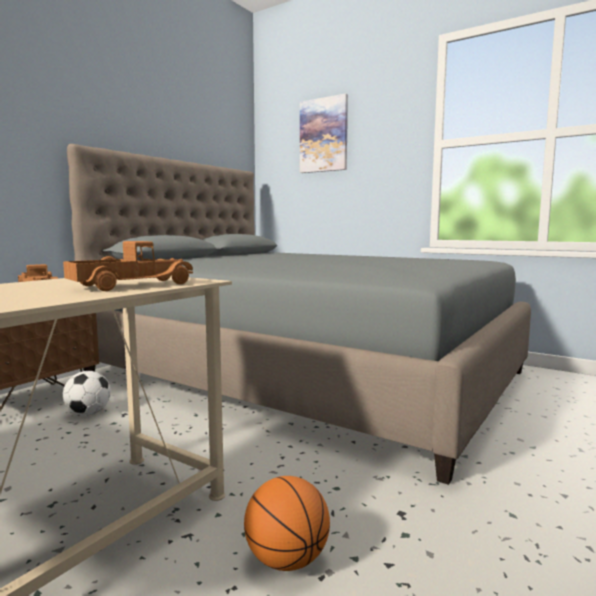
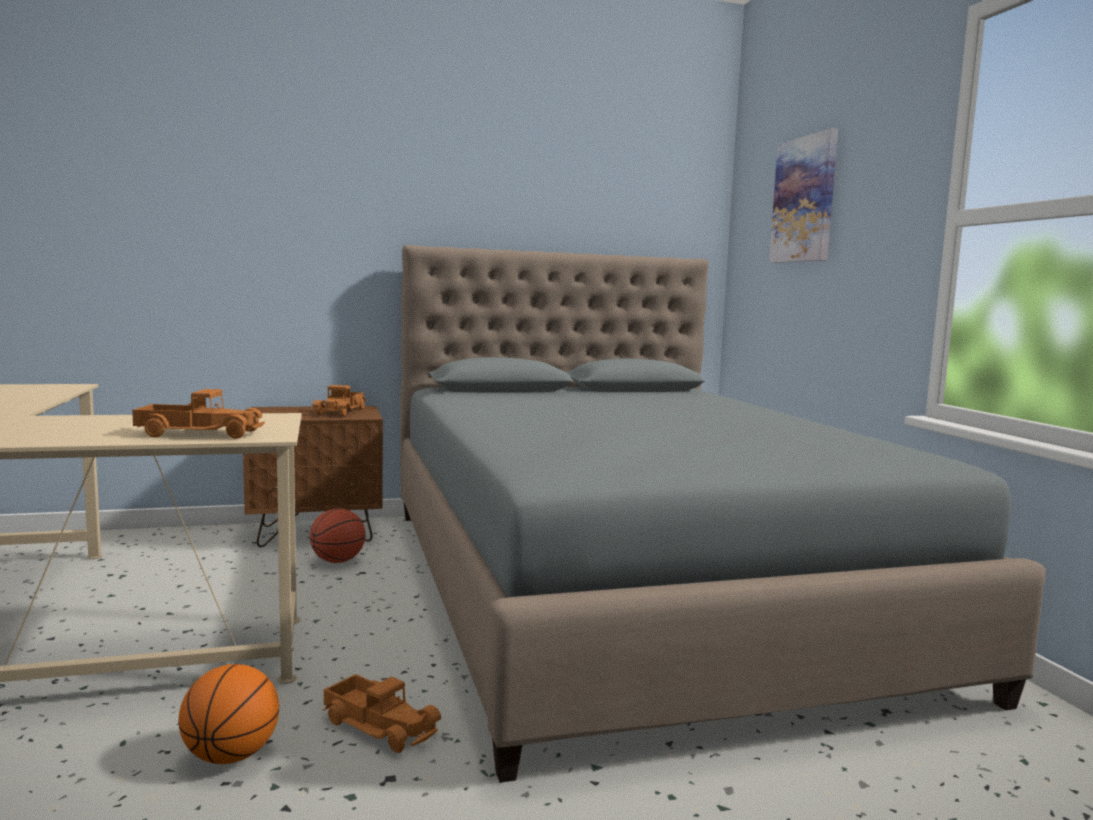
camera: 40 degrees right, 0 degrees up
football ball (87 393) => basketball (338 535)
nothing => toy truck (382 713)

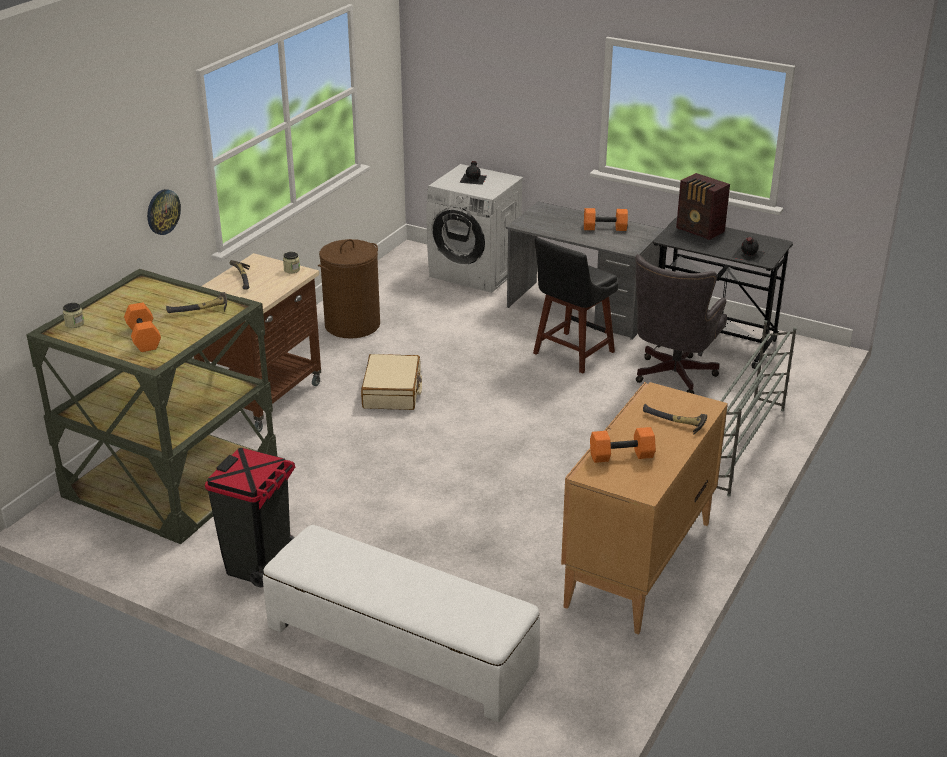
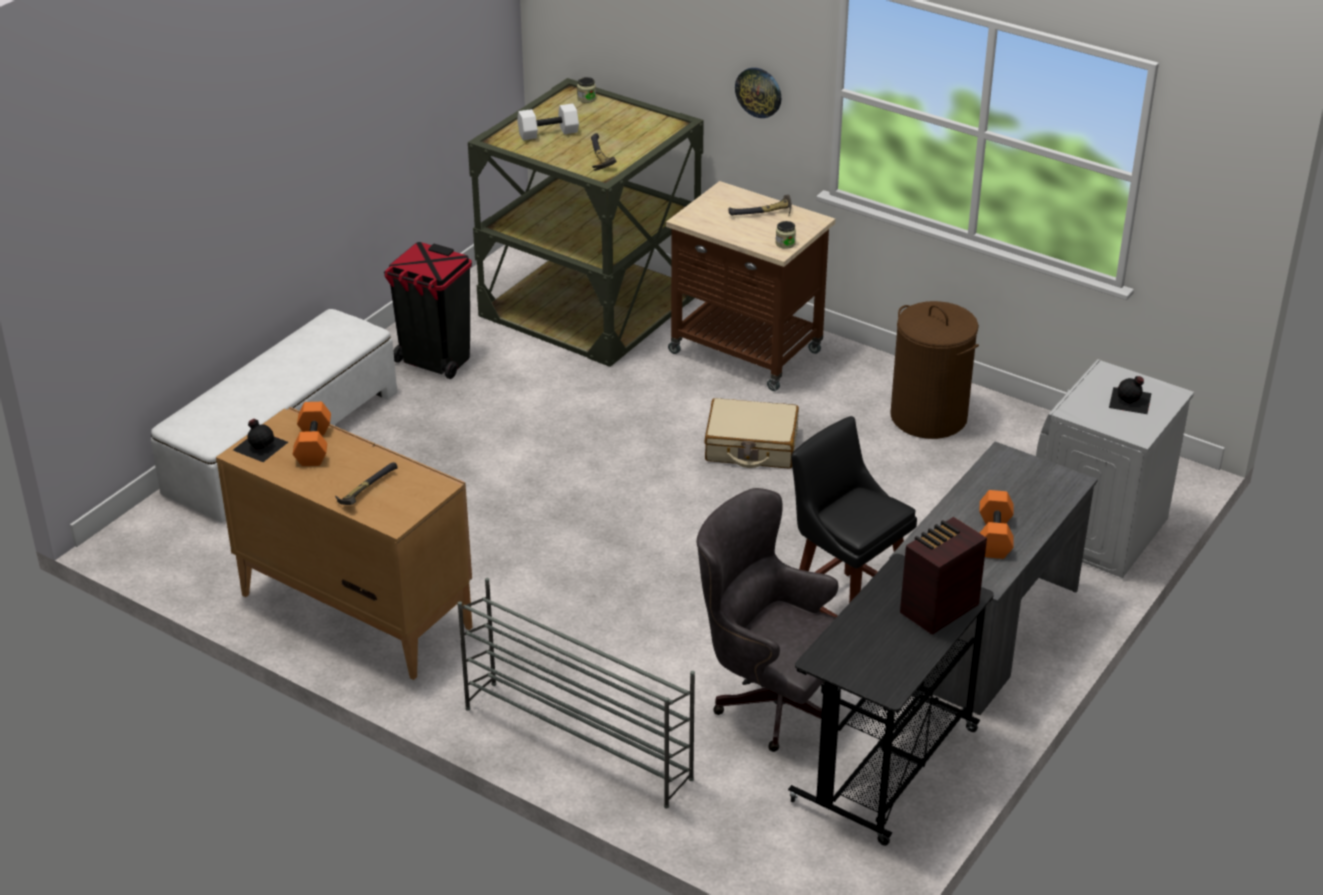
camera: 95 degrees right, 5 degrees up
hand weight (orange-coloured) (142 327) => hand weight (whitish) (548 122)
drink bottle (black) (748 250) => drink bottle (black) (260 440), move

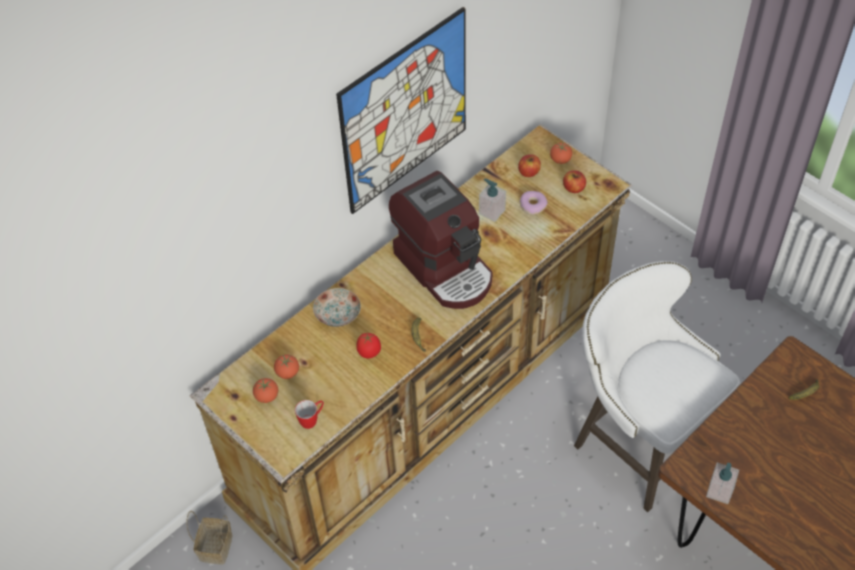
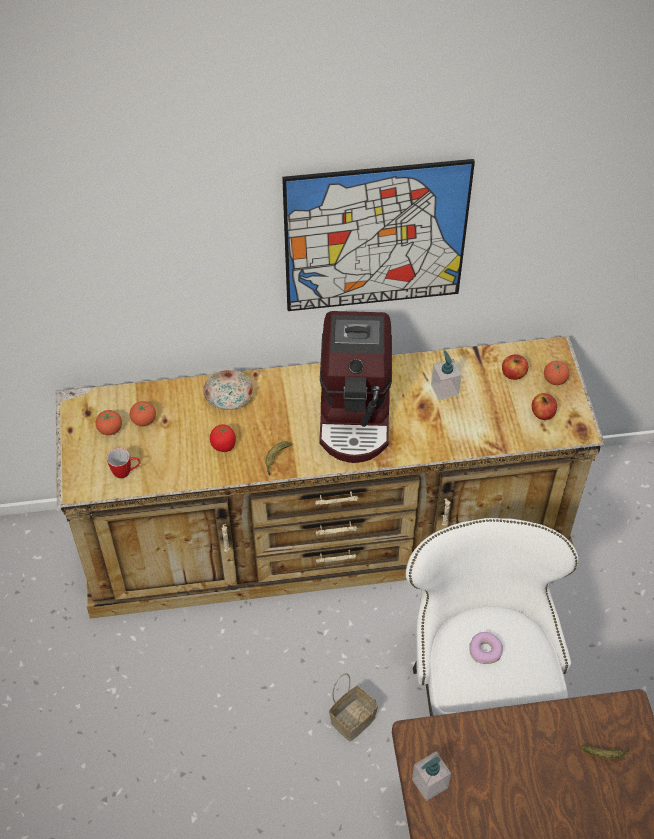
camera: 35 degrees right, 0 degrees up
storage basket (210 537) => storage basket (353 707), move
donut (534 203) => donut (486 648), move

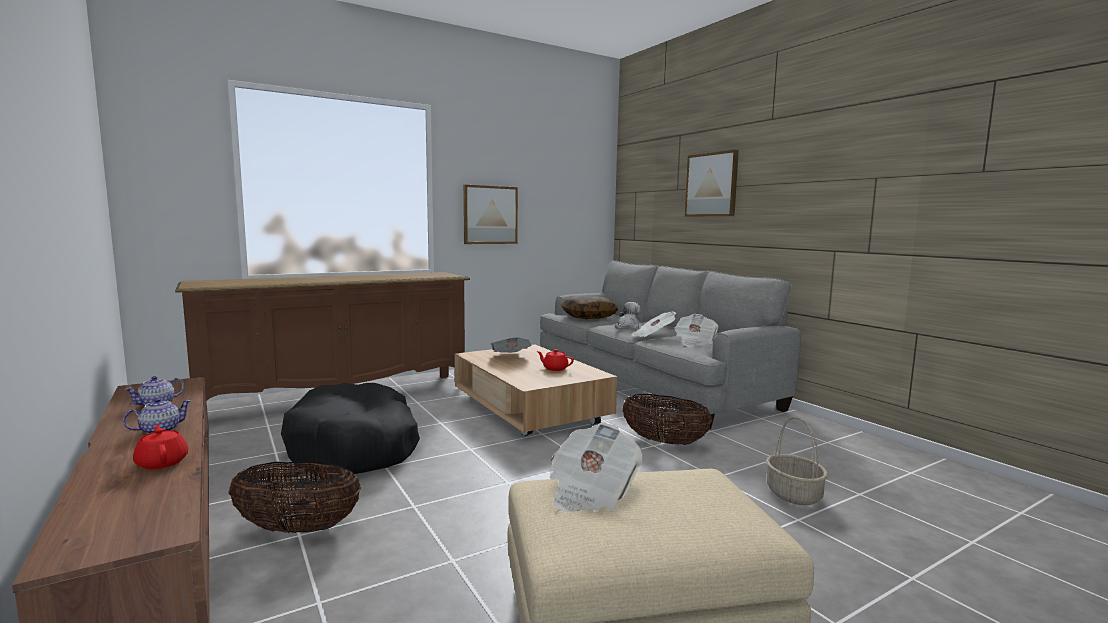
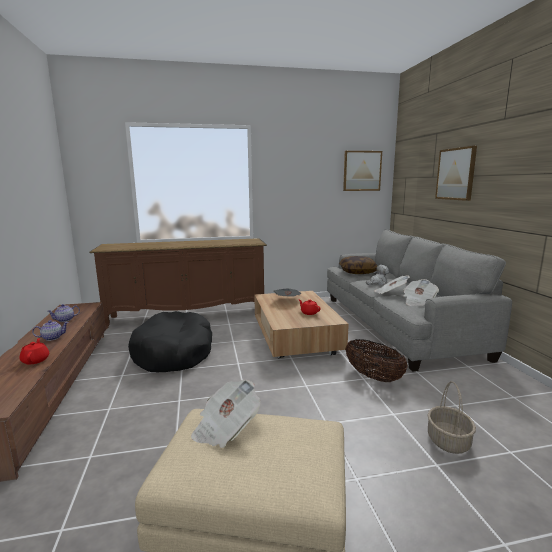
camera: 20 degrees right, 5 degrees up
storage basket (294 497) => nothing
wall art (490 214) => wall art (362 171), move

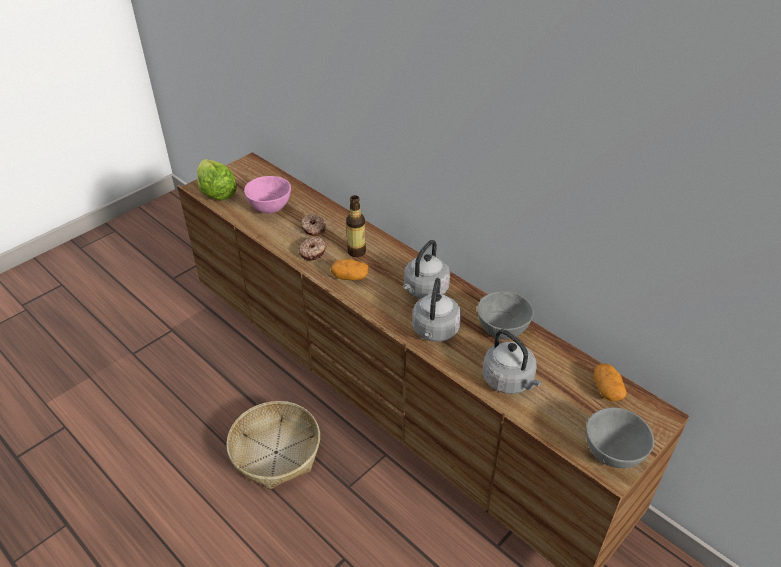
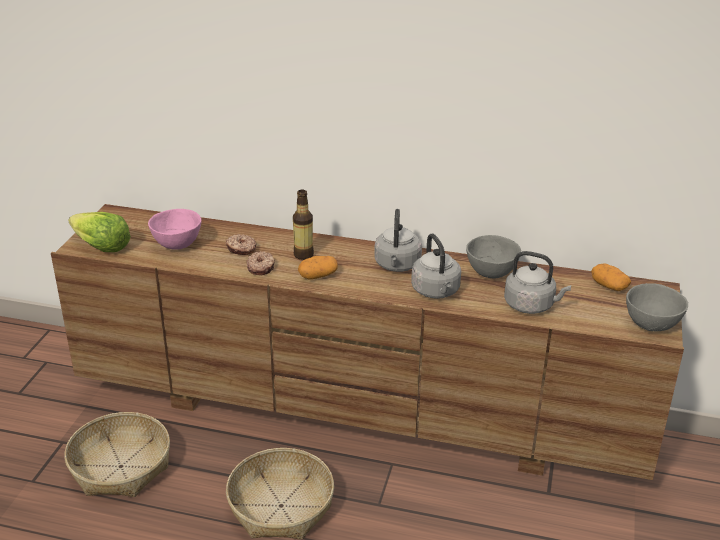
camera: 30 degrees left, 10 degrees down
nothing => storage basket (117 454)

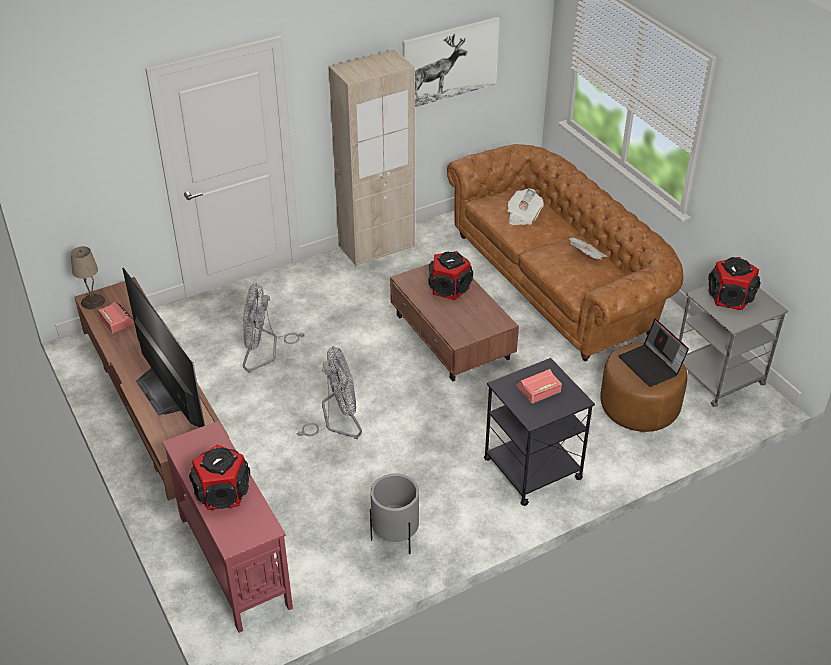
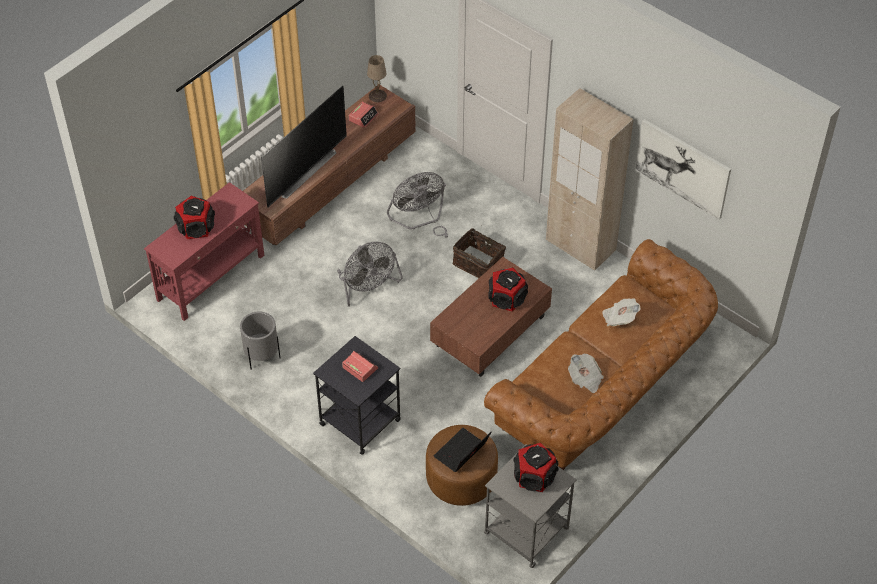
camera: 70 degrees right, 10 degrees up
nothing => storage basket (479 253)

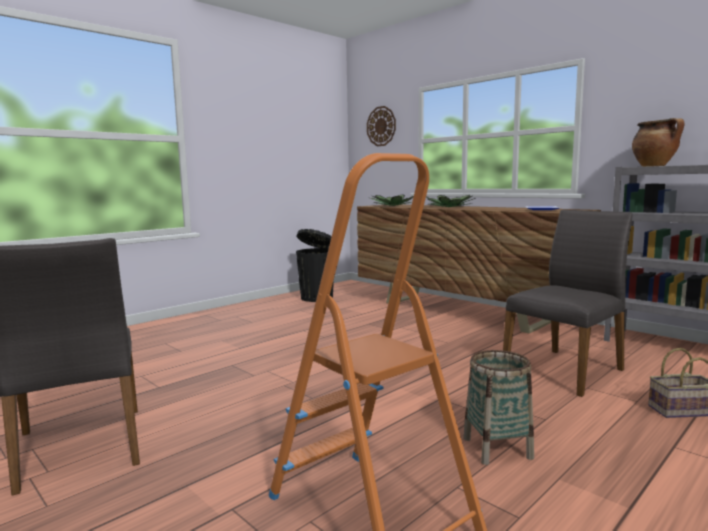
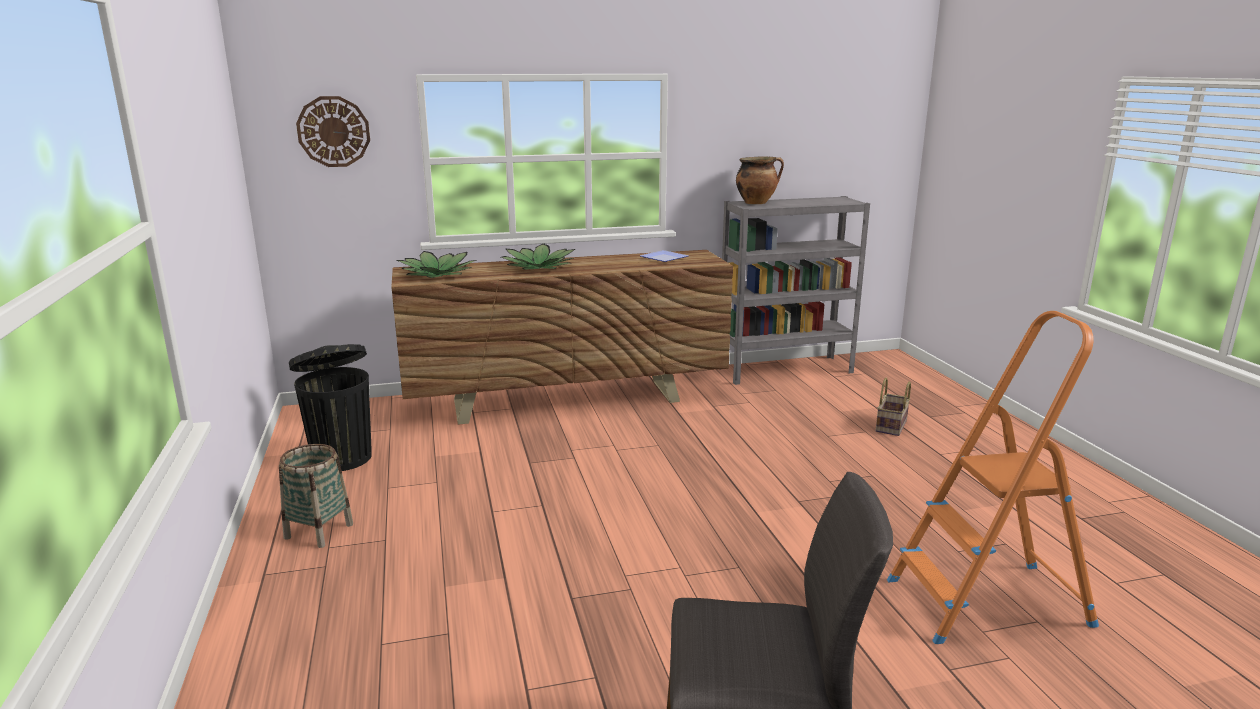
camera: 60 degrees left, 10 degrees up
storage basket (498 407) => storage basket (316 496), move
chair (greyish) (567 303) => nothing

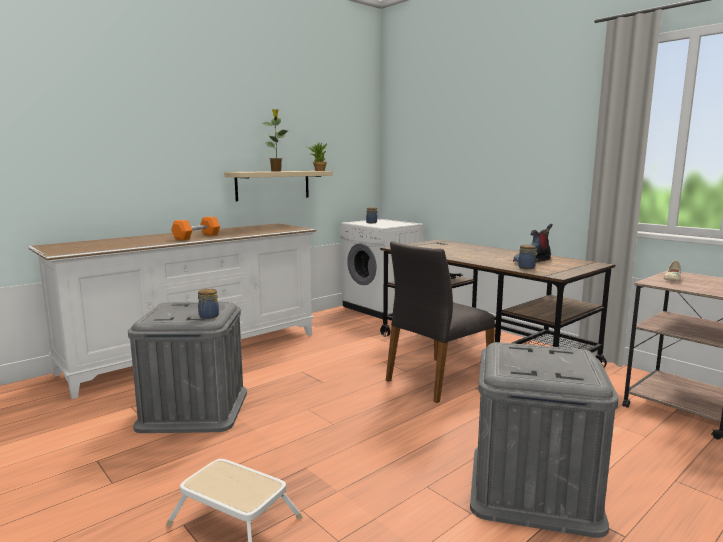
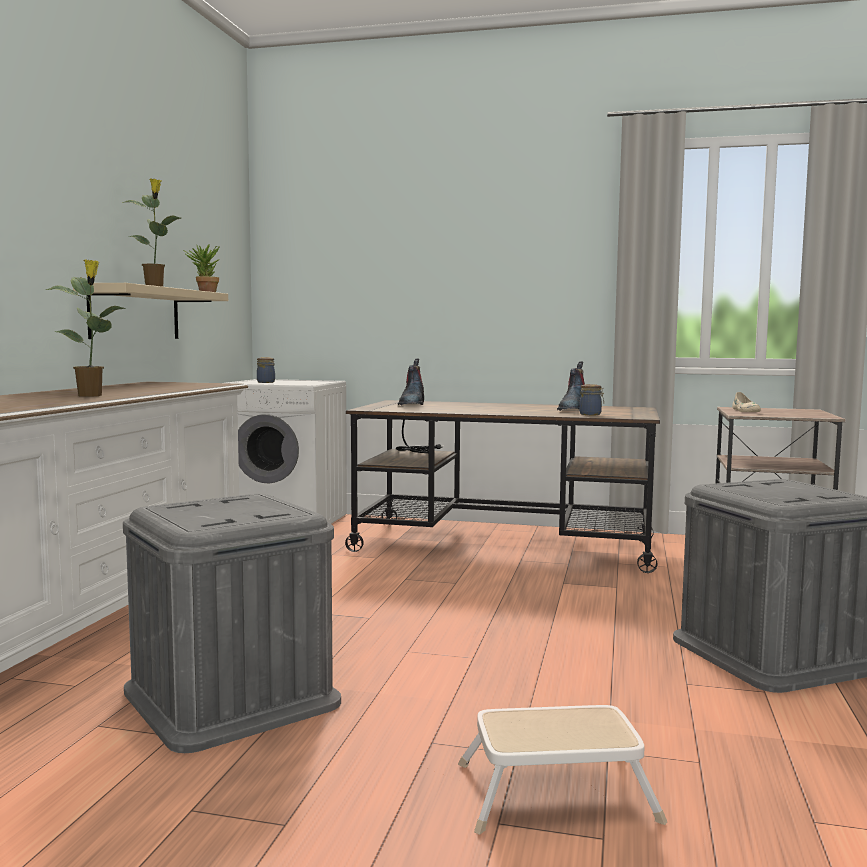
camera: 35 degrees left, 5 degrees down
hand weight (orange-coloured) (195 228) => houseplant (86 328)
storage jar (208 304) => nothing
chair (greyish) (440 322) => nothing
nothing => tall boot (411 382)

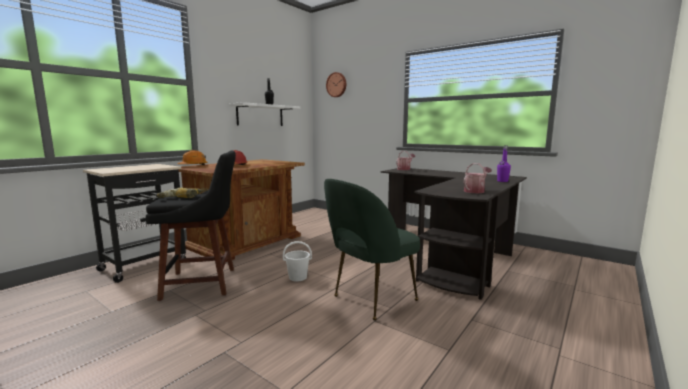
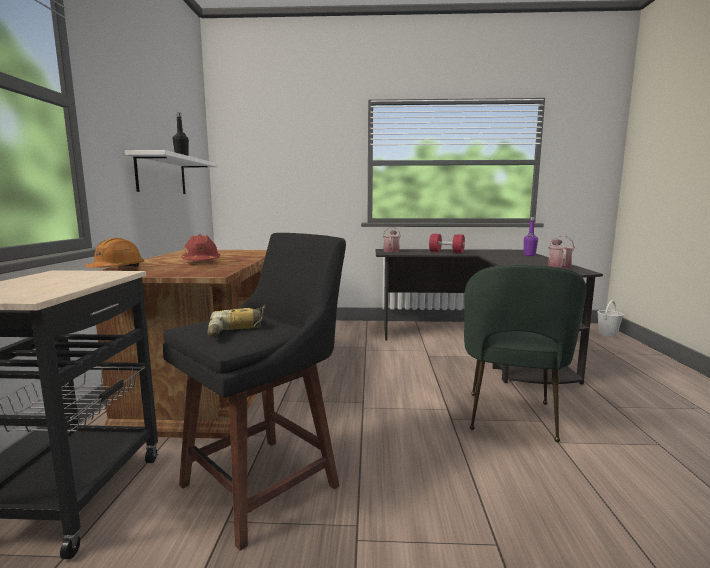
camera: 35 degrees left, 0 degrees up
pail (whitish) (297 261) => pail (whitish) (610 318), move
wall clock (336 84) => nothing
nothing => hand weight (reddish) (447 243)

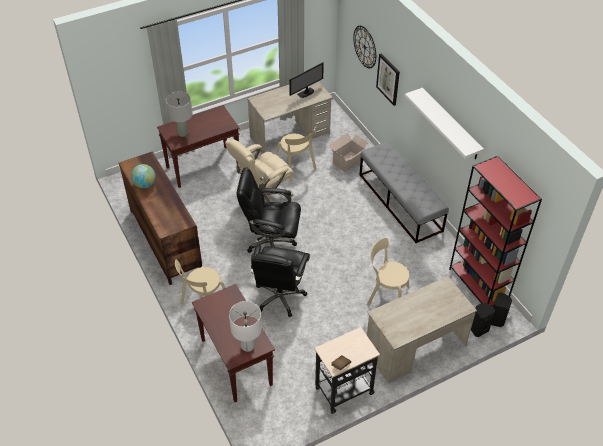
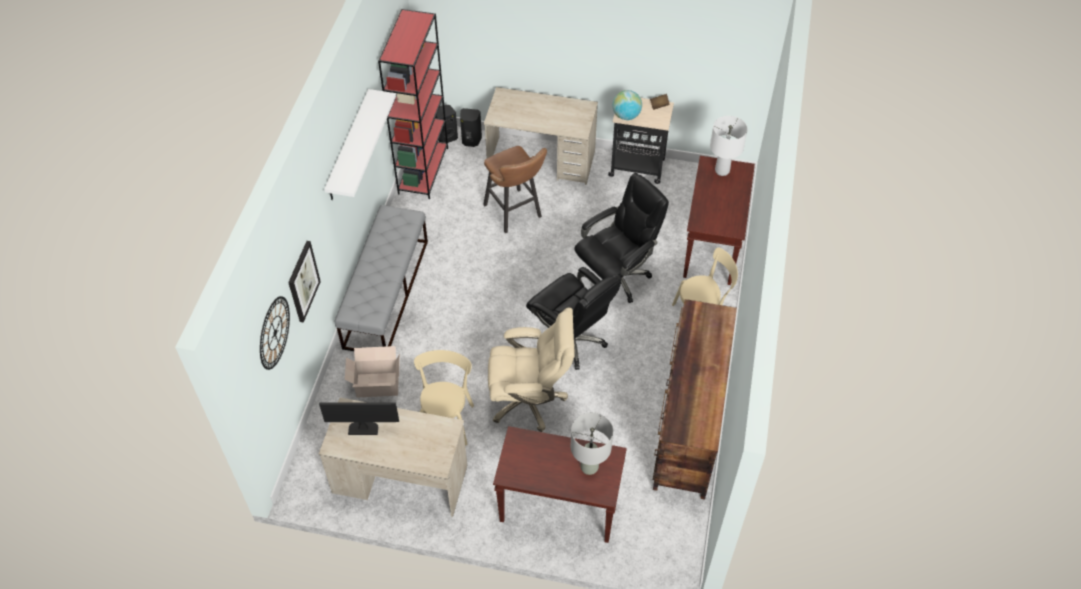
camera: 140 degrees left, 5 degrees up
world globe (143 176) => world globe (627 105), move
chair (beige) (388 272) => stool (brown-coloured) (515 189)

